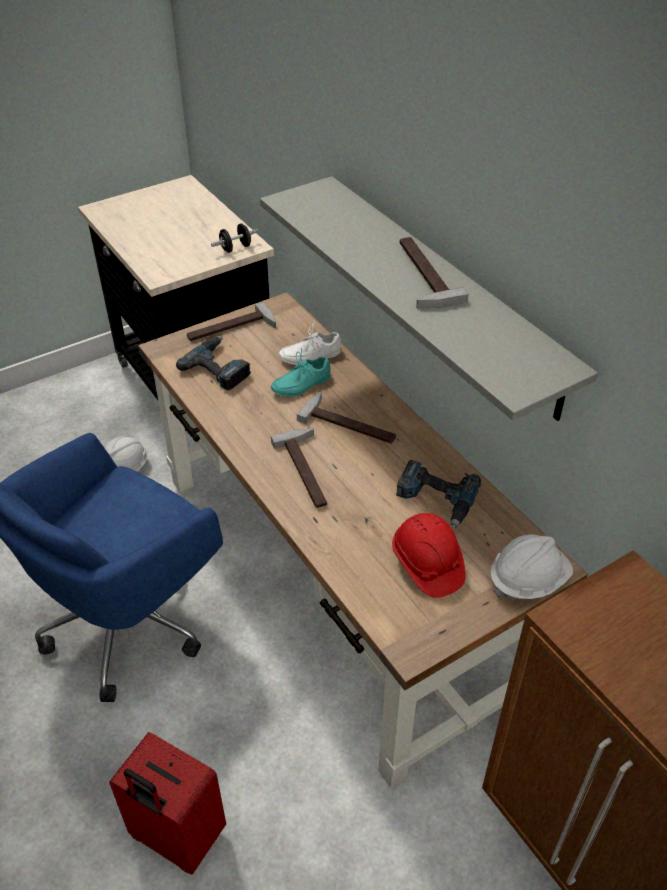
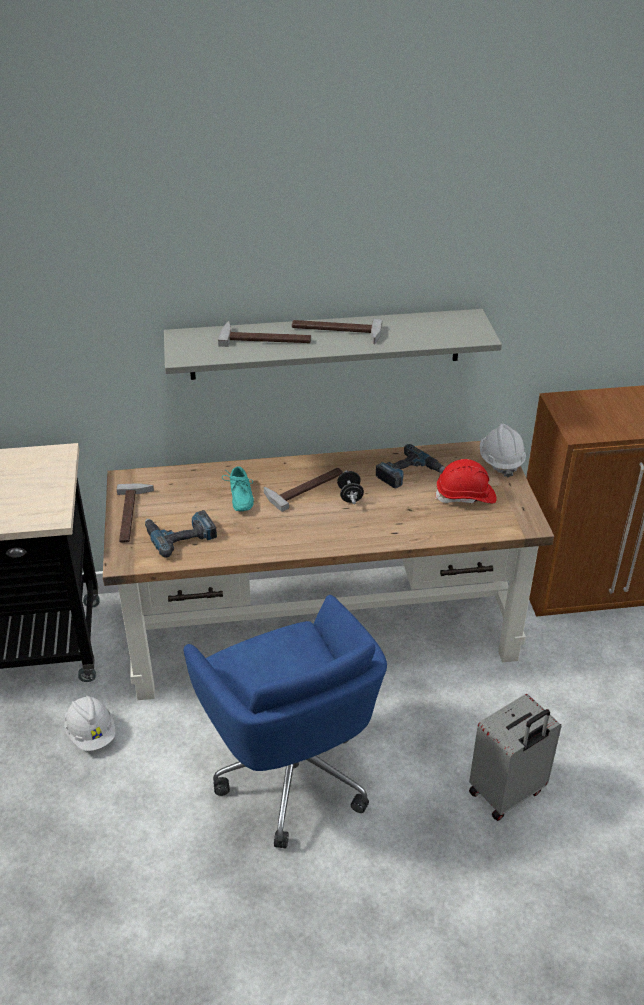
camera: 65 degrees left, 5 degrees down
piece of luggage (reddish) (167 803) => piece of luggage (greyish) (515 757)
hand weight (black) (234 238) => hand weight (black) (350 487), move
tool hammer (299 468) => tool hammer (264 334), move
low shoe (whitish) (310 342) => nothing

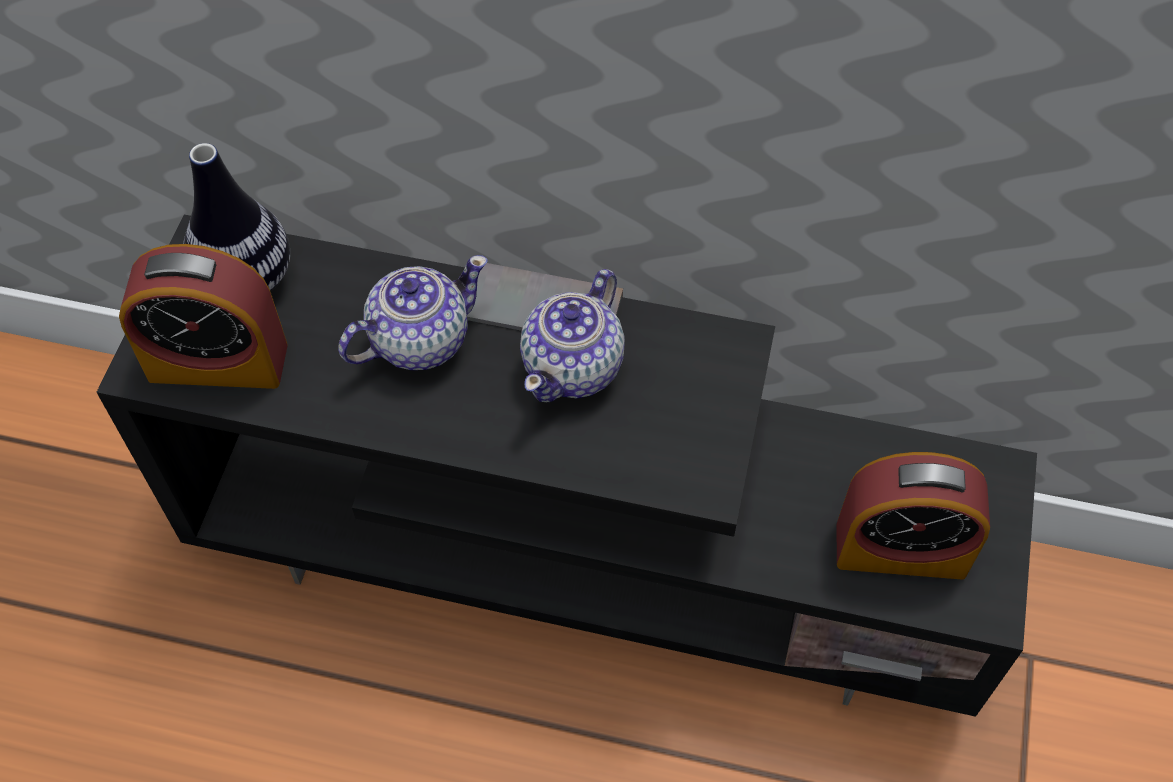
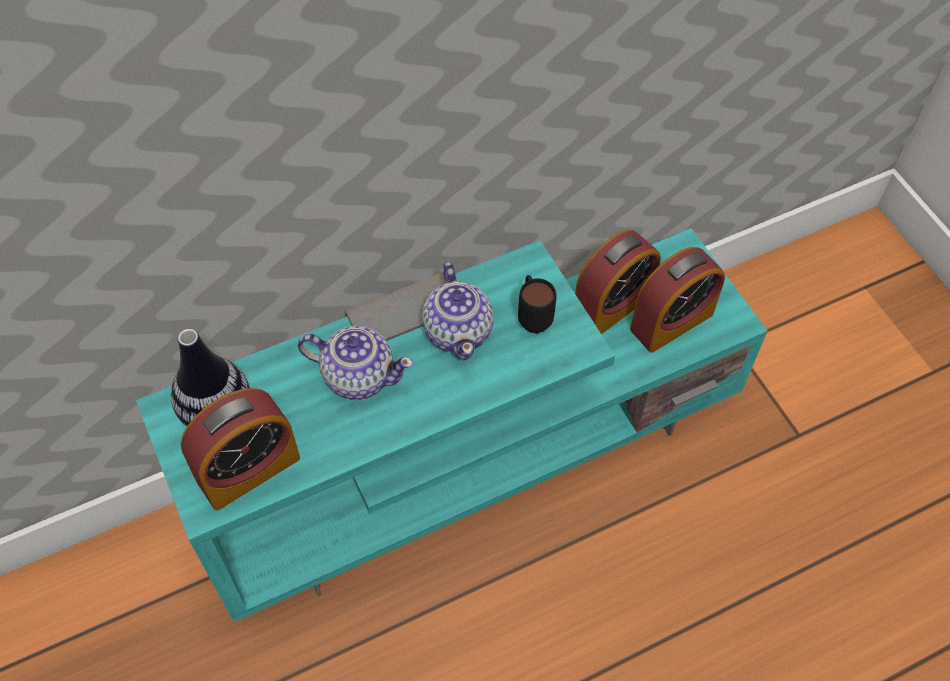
camera: 40 degrees left, 0 degrees up
tv unit (black) (567 466) => tv unit (turquoise) (451 425)
tea pot (412 312) => tea pot (356 363), 90 degrees clockwise
nothing => tea mug (black) (537 304)
nothing => alarm clock (618 282)

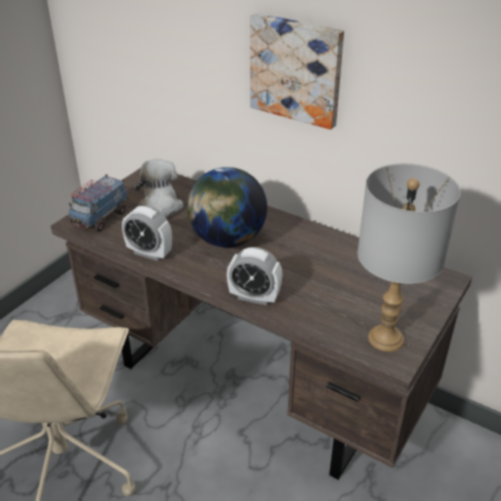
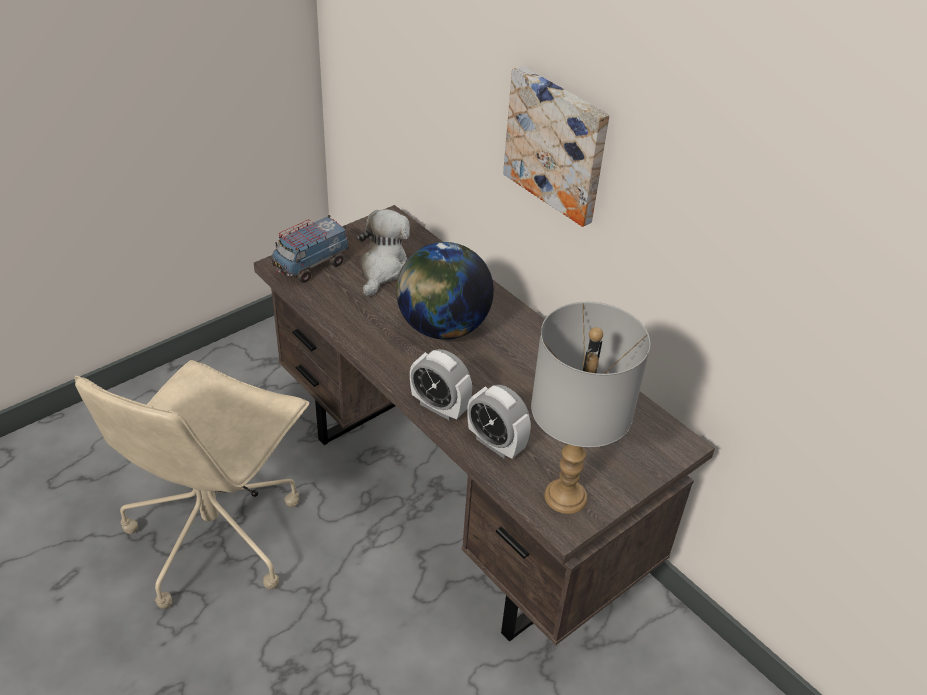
camera: 15 degrees right, 5 degrees up
alarm clock (147 233) => alarm clock (499 422), move

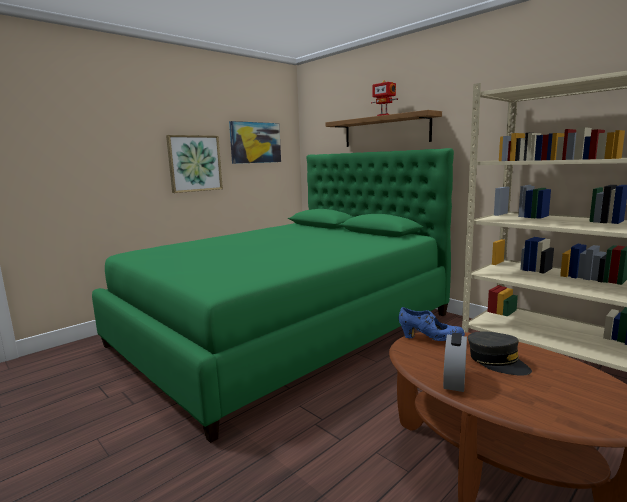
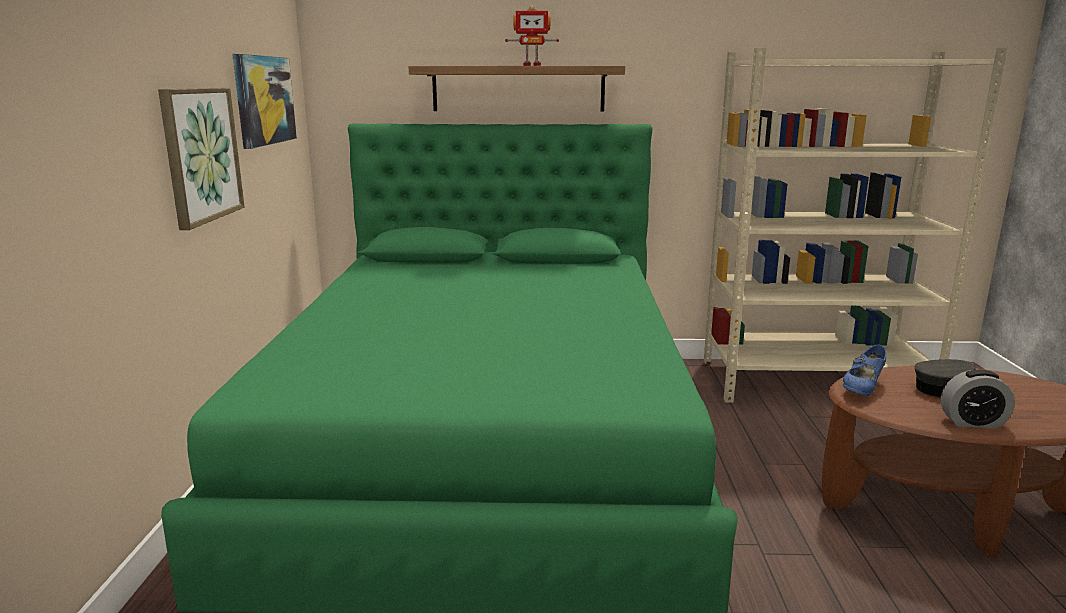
camera: 45 degrees left, 5 degrees up
low shoe (bluish) (432 324) => low shoe (bluish) (865 370), 150 degrees clockwise
alarm clock (455 362) => alarm clock (978 399), 60 degrees counterclockwise

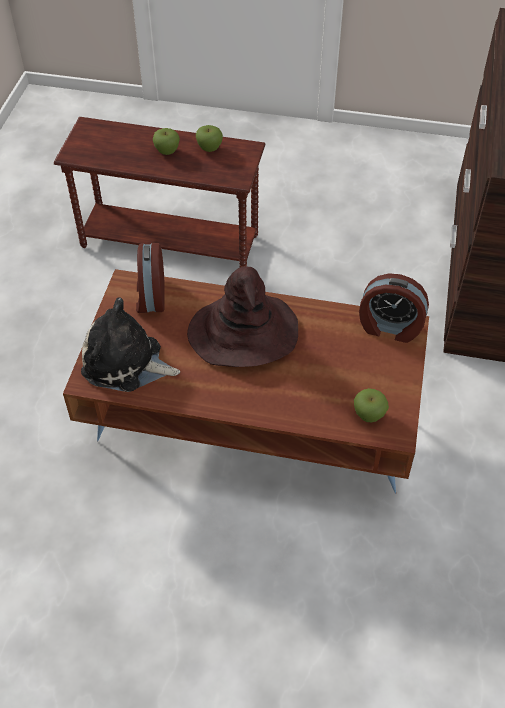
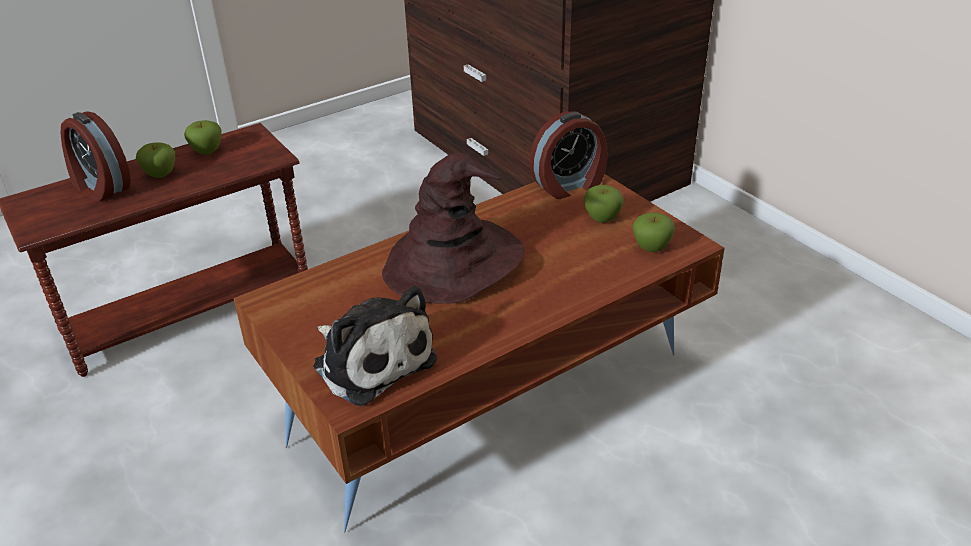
camera: 45 degrees left, 15 degrees down
cuddly toy (130 345) => cuddly toy (375 346), 105 degrees counterclockwise
alarm clock (150 278) => alarm clock (96 156), move
nothing => apple (604 204)

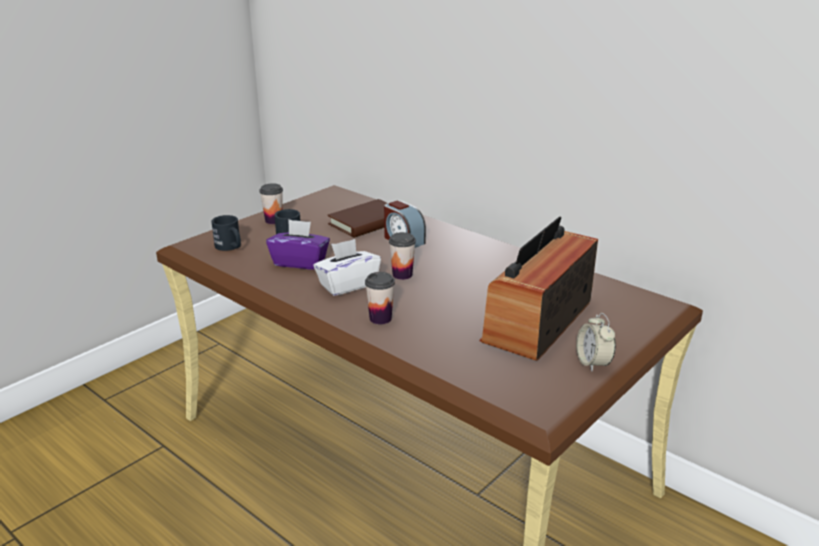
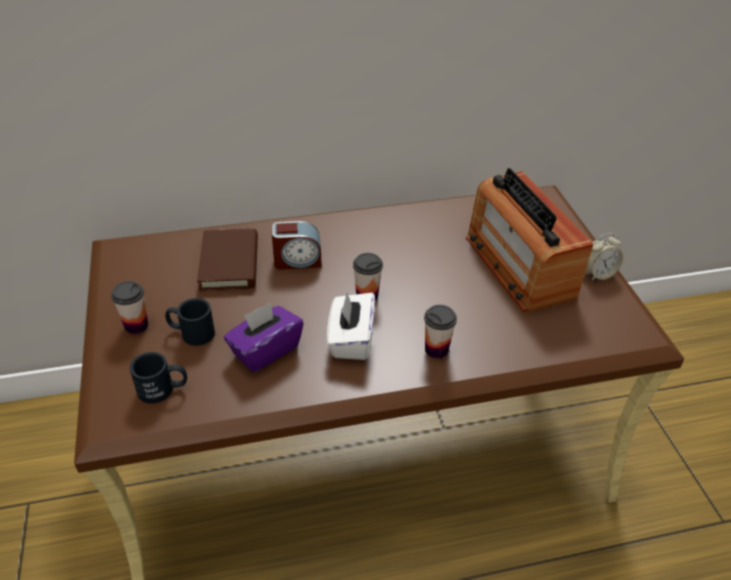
camera: 55 degrees left, 15 degrees up
alarm clock (596 342) => alarm clock (605 257), 45 degrees counterclockwise

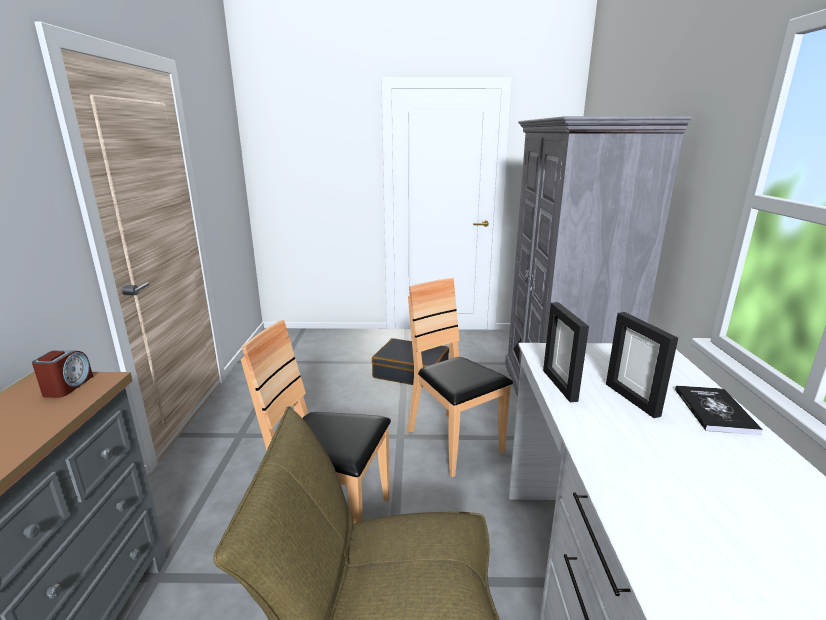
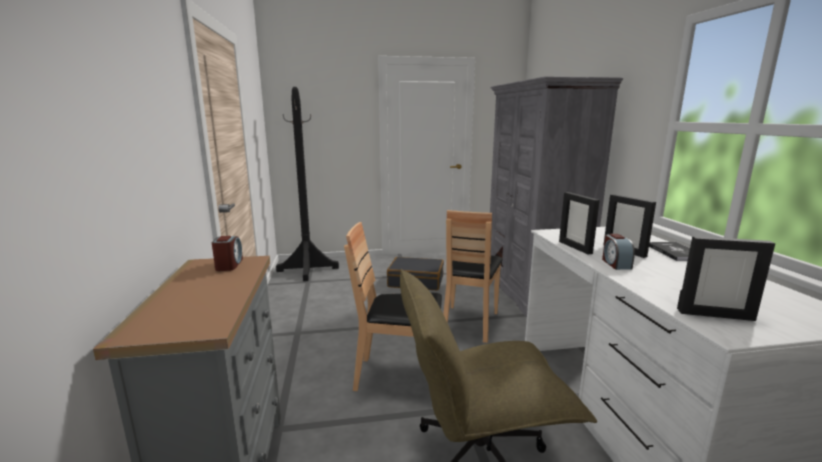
camera: 10 degrees left, 5 degrees down
chair (brown-coloured) (460 377) => chair (brown-coloured) (473 276), 120 degrees counterclockwise
nothing => garment stand (black) (307 184)
nothing => alarm clock (618 252)
nothing => photo frame (726 278)

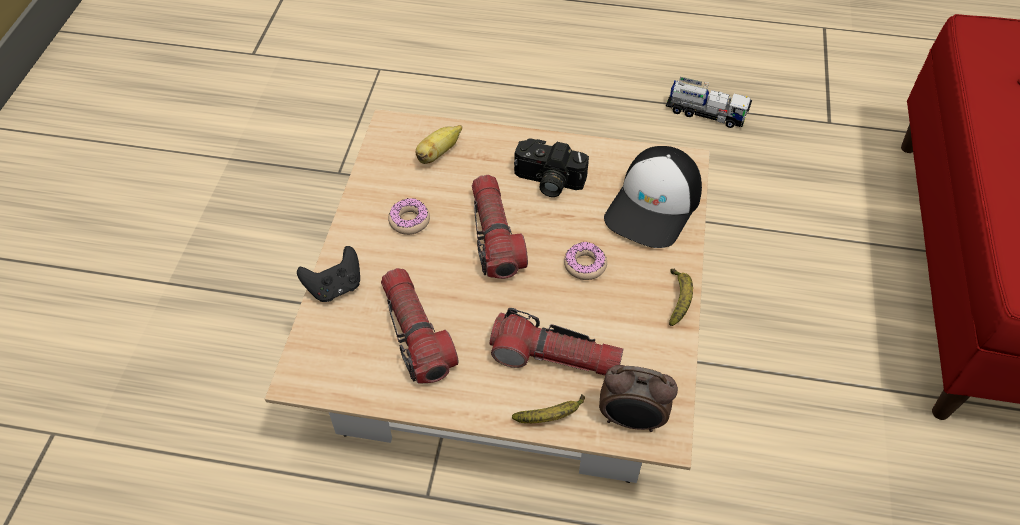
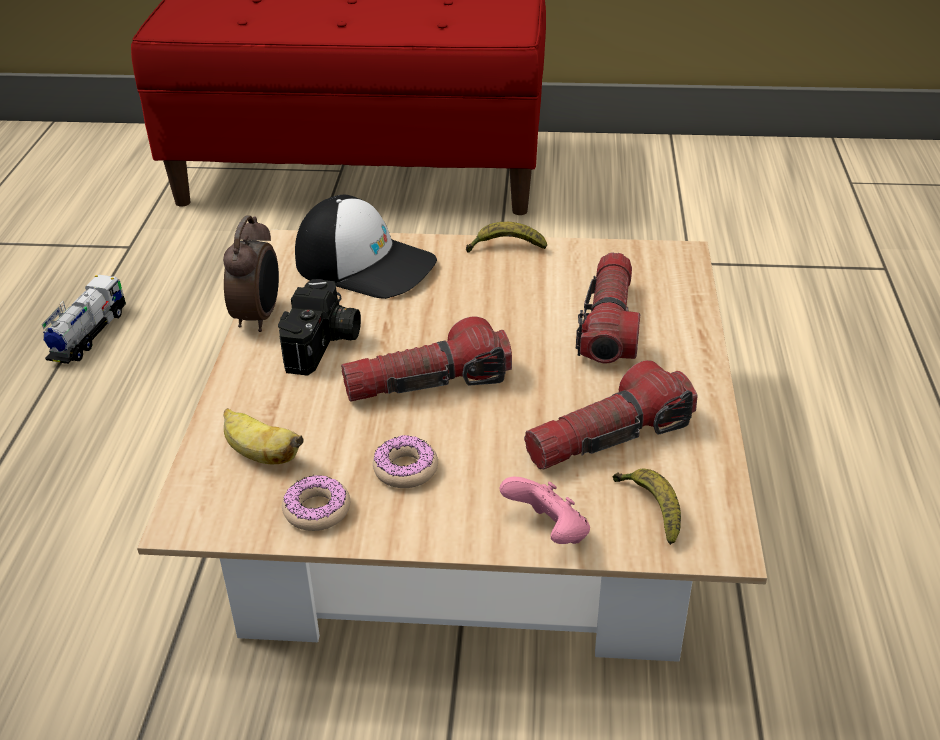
camera: 95 degrees left, 15 degrees down
game controller (black) (328 274) => game controller (pink-coloured) (545 510)
banana (548 408) => banana (647 507), move
donut (585 261) => donut (316 503), move
alarm clock (638 398) => alarm clock (251 273), move

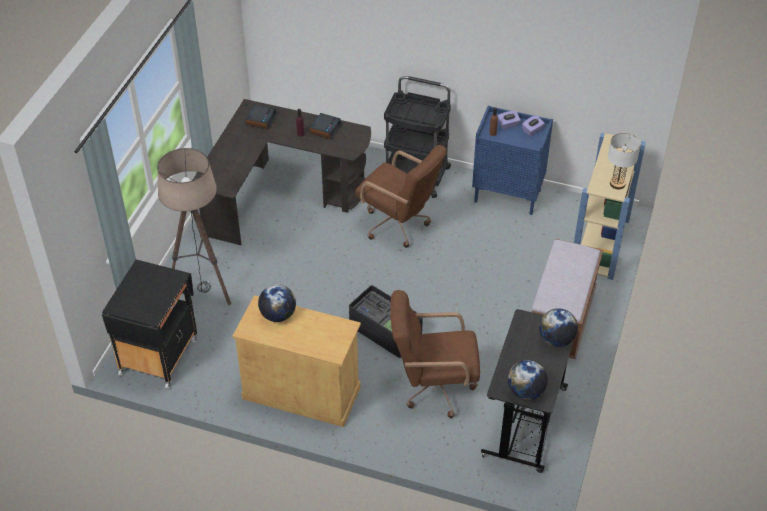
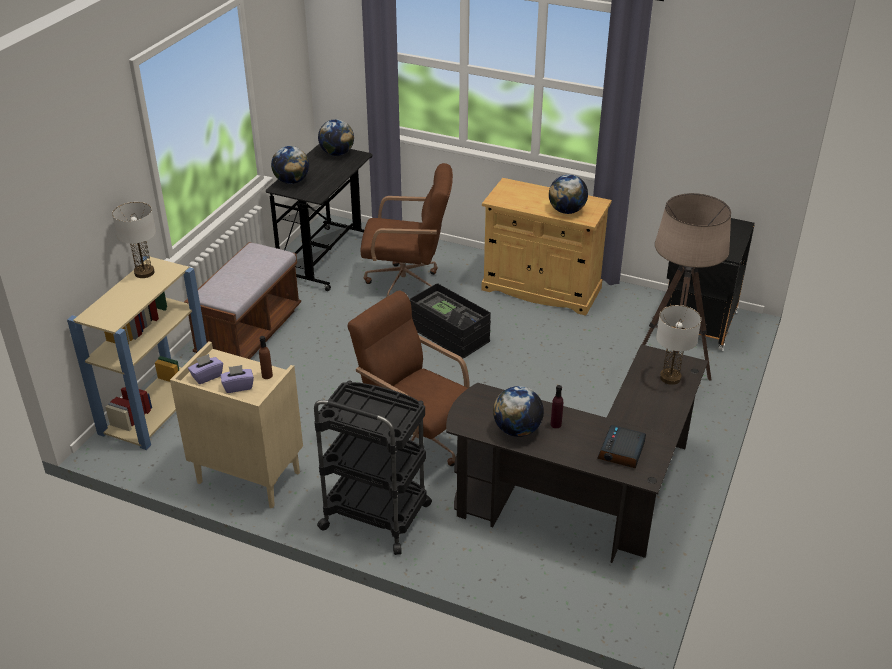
camera: 175 degrees left, 10 degrees down
alarm clock (325 126) => world globe (518 411)
cabinet (bluish) (512 160) => cabinet (beige) (236 424)
nothing => lamp for a table (678 345)

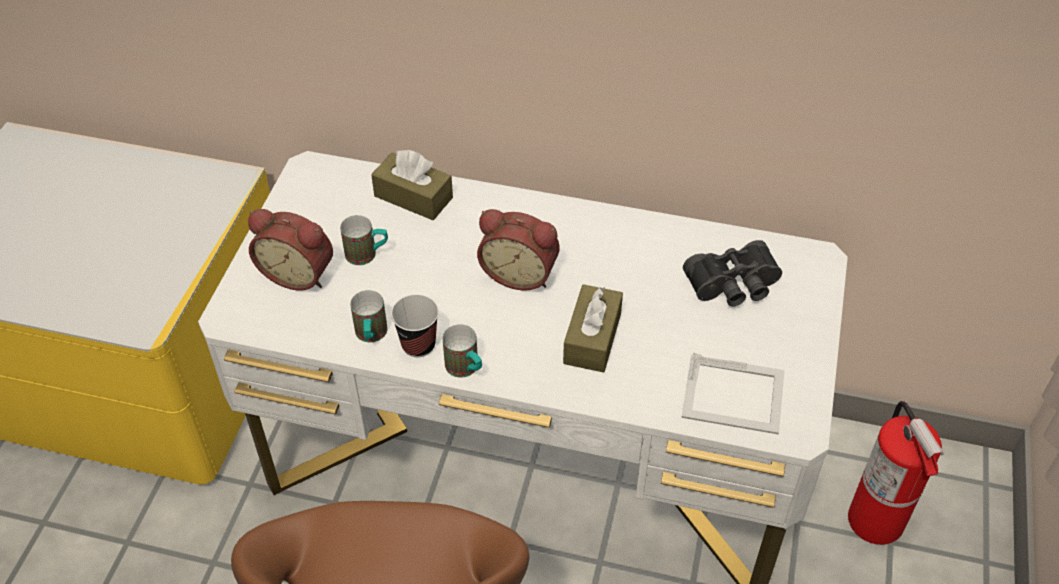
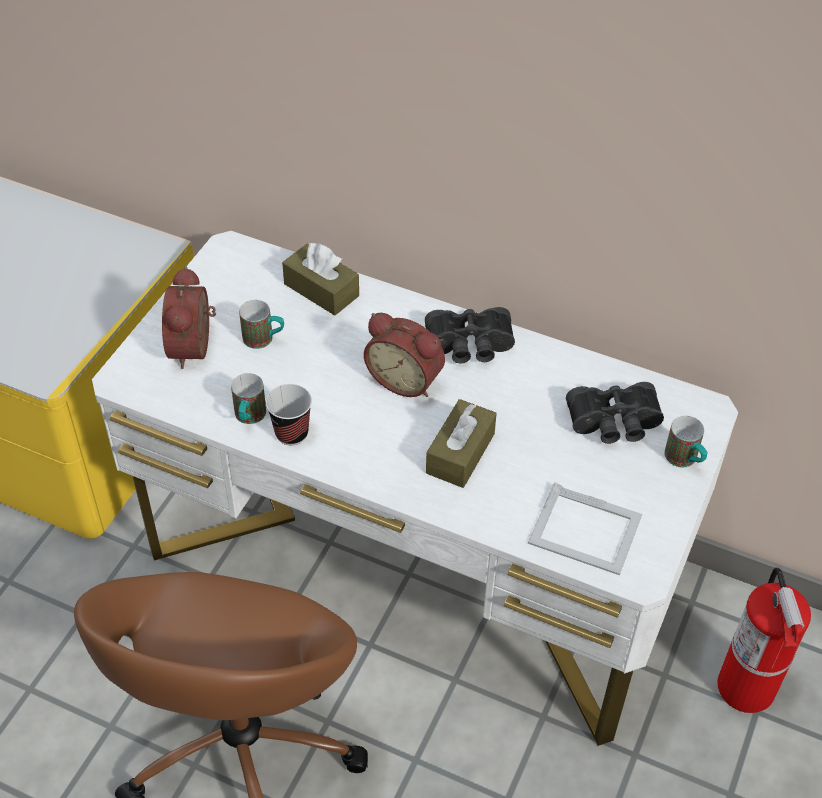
camera: 10 degrees right, 0 degrees up
alarm clock (290 250) => alarm clock (189 317), 60 degrees clockwise
tea mug (462 351) => tea mug (686 441), move
nothing => pair of binoculars (black) (470 335)

